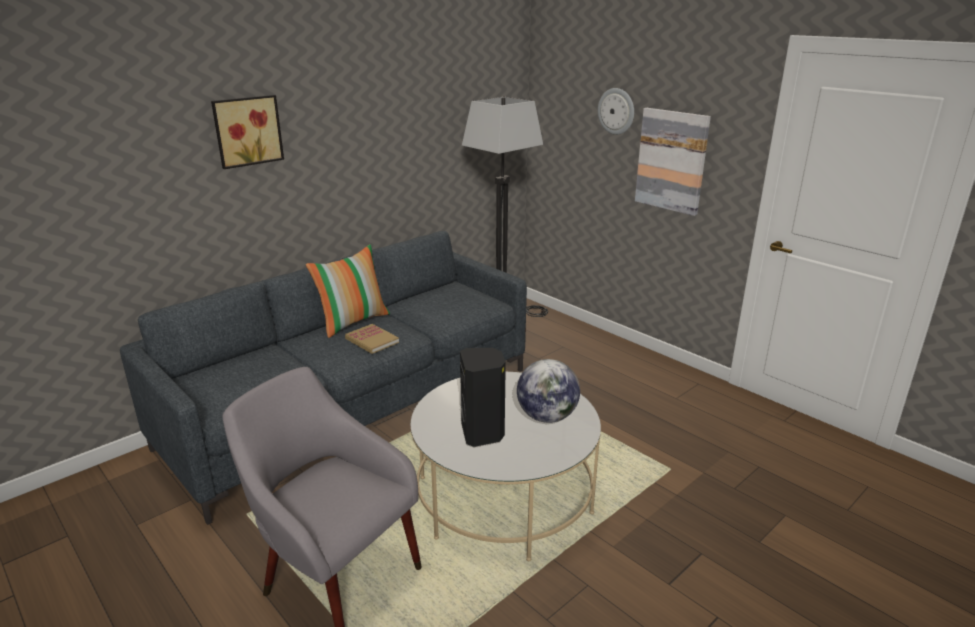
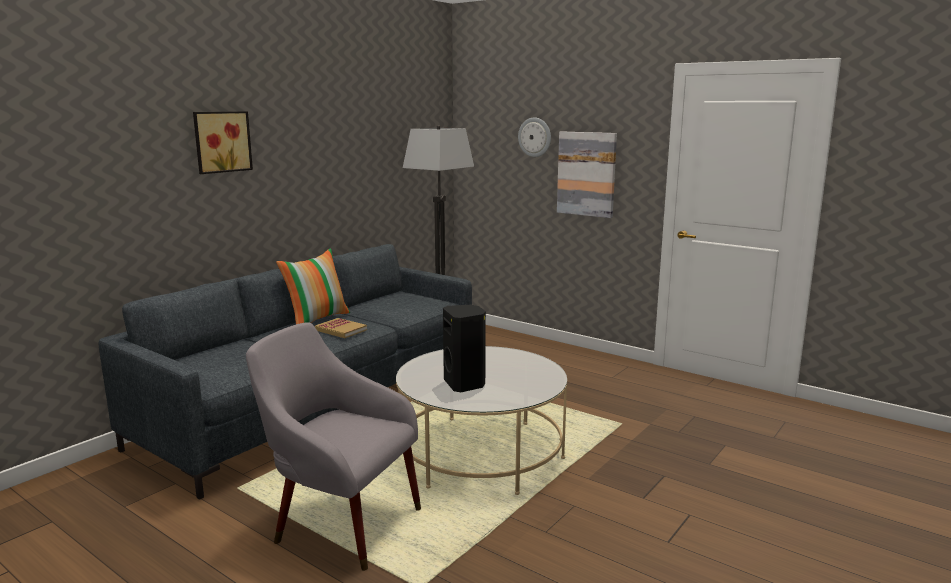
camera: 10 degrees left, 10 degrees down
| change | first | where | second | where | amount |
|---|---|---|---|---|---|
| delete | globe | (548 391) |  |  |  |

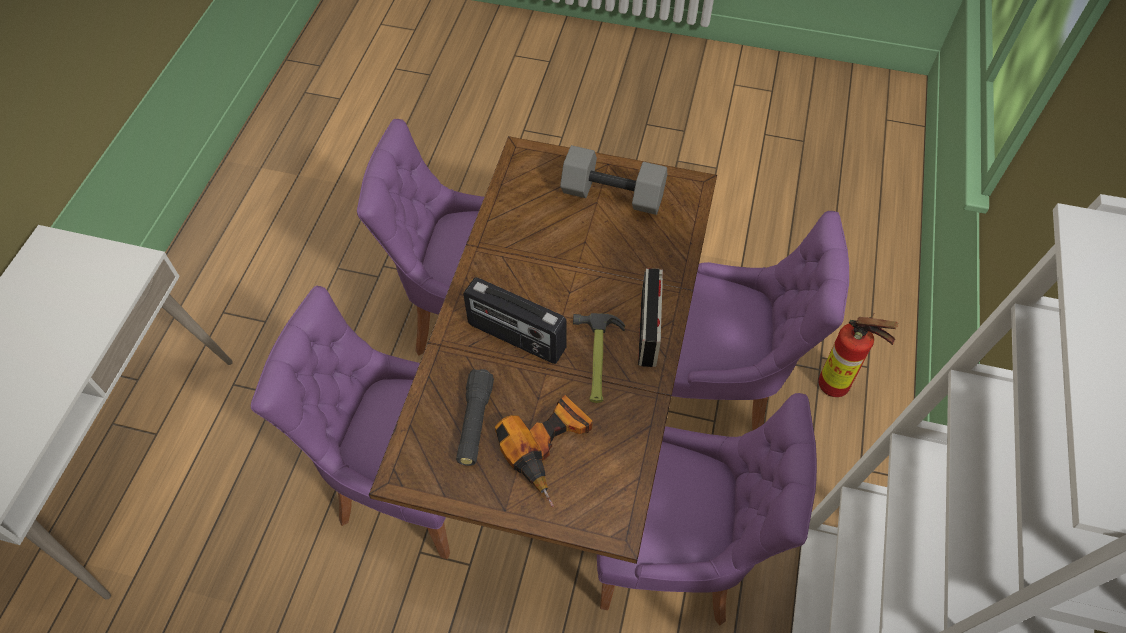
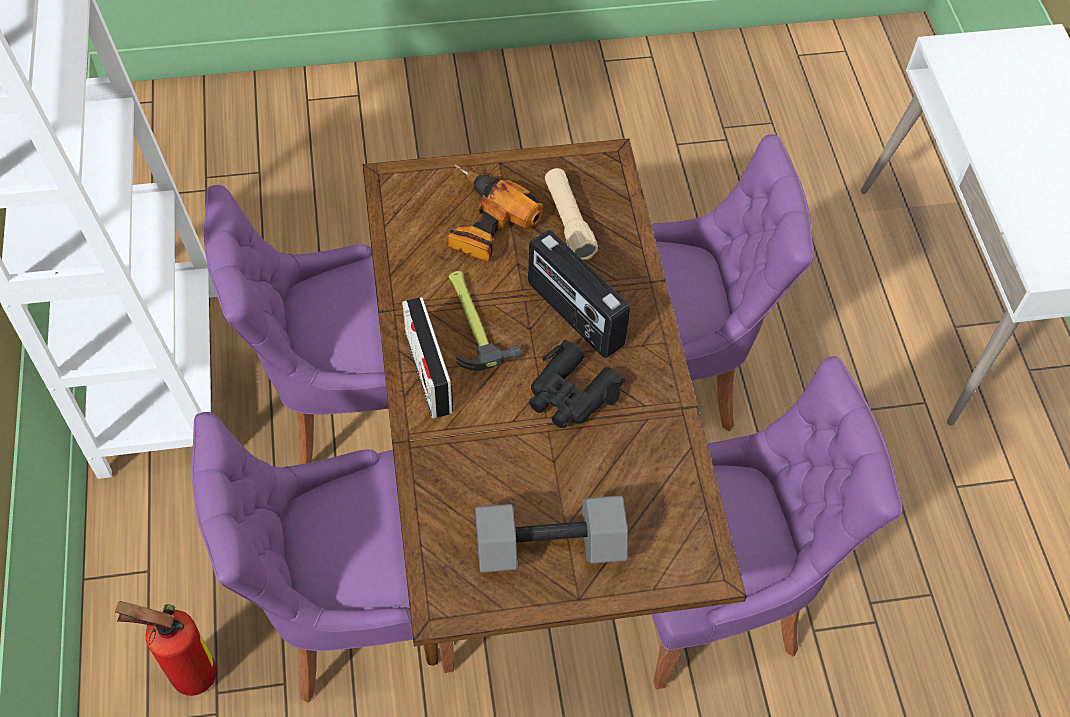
camera: 155 degrees right, 0 degrees up
| change | first | where | second | where | amount |
|---|---|---|---|---|---|
| recolor | black flashlight | (475 417) | beige flashlight | (571 214) |  |
| rotate | radio | (515 320) |  | (579 294) | 135 degrees counterclockwise |
| insert |  |  | black binoculars | (577 383) |  |

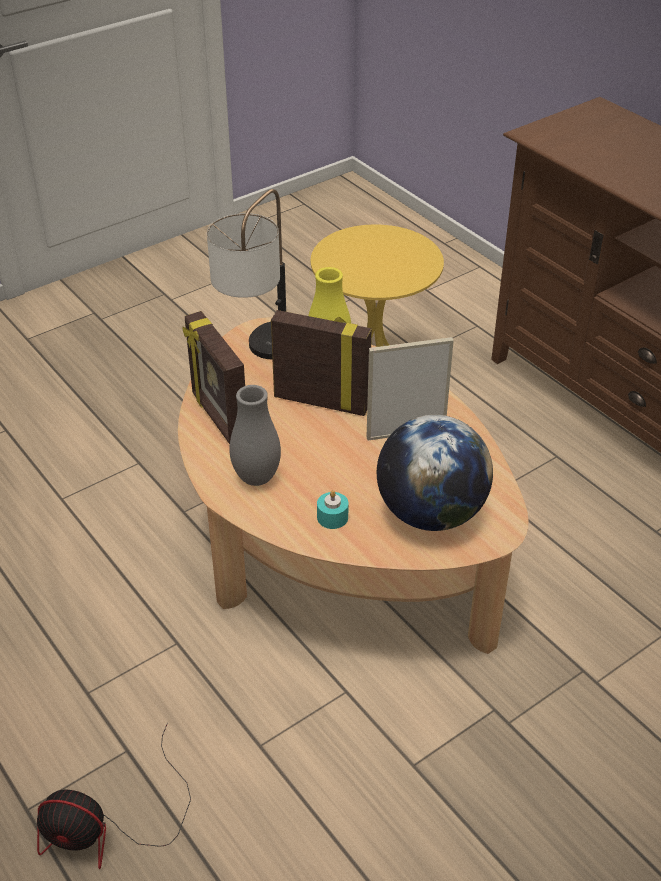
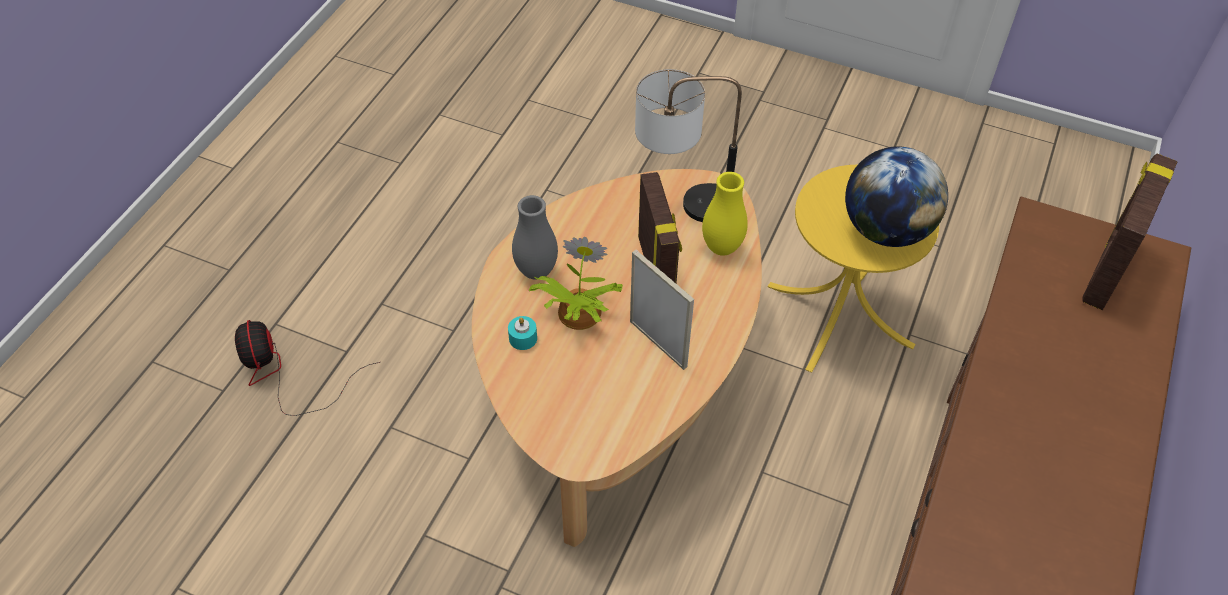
camera: 60 degrees right, 10 degrees up
| change | first | where | second | where | amount |
|---|---|---|---|---|---|
| move | picture frame | (213 377) |  | (1130 232) |  |
| move | globe | (435 473) |  | (896 196) |  |
| insert |  |  | potted plant | (575 283) |  |

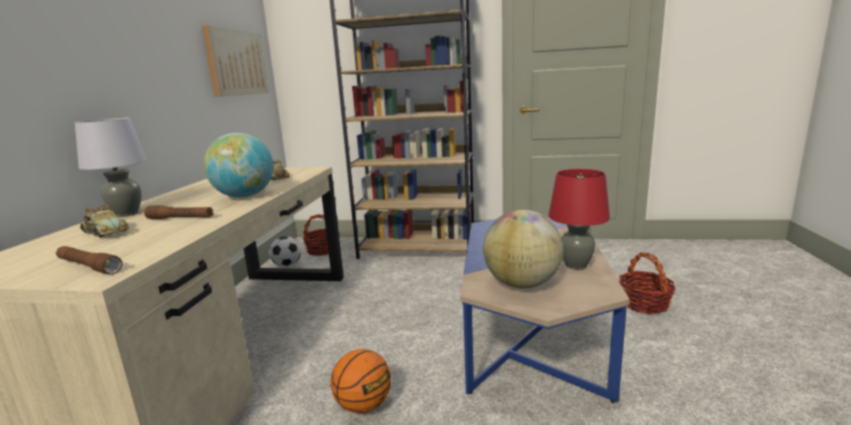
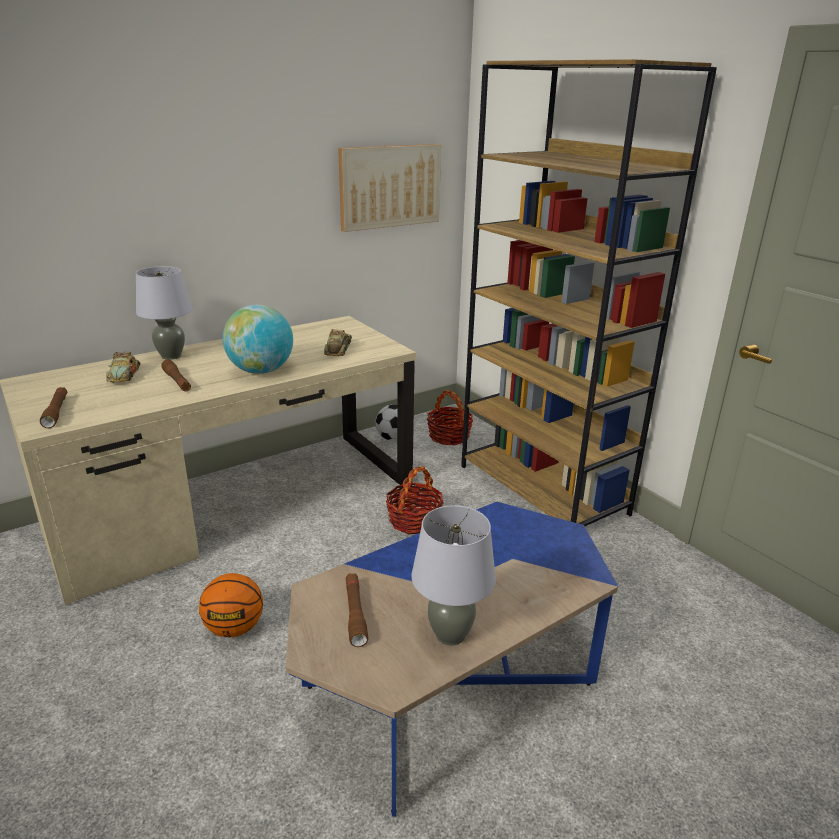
camera: 45 degrees right, 10 degrees up
| change | first | where | second | where | amount |
|---|---|---|---|---|---|
| replace | globe | (523 249) | brown flashlight | (356 610) |  |
| recolor | red table lamp | (579 219) | grey table lamp | (454 575) |  |
| move | basket | (647 283) |  | (415 500) |  |

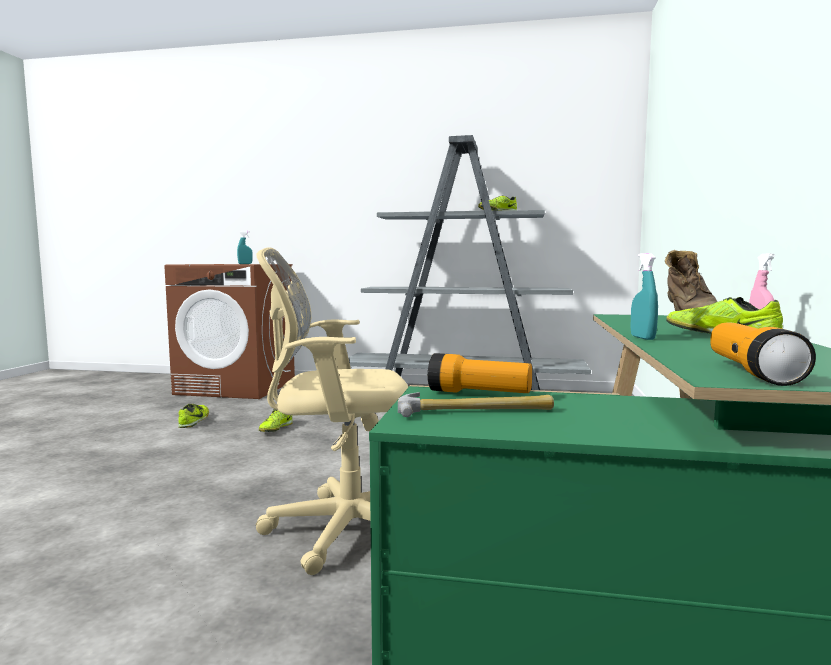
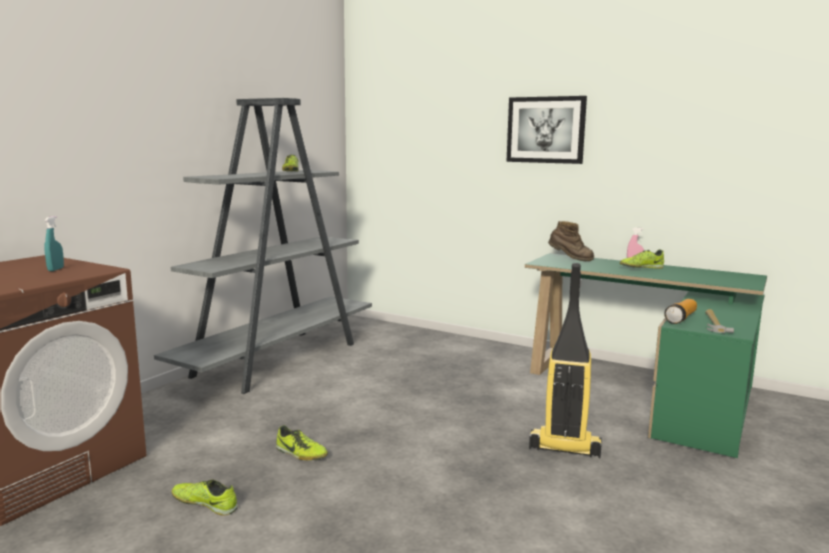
camera: 70 degrees left, 5 degrees up
| change | first | where | second | where | amount |
|---|---|---|---|---|---|
| replace | beige office chair | (331 411) | vacuum cleaner | (565 361) |  |
| delete | turquoise spray bottle | (644 296) |  |  |  |
| delete | flashlight | (763 354) |  |  |  |
| insert |  |  | picture | (547 130) |  |

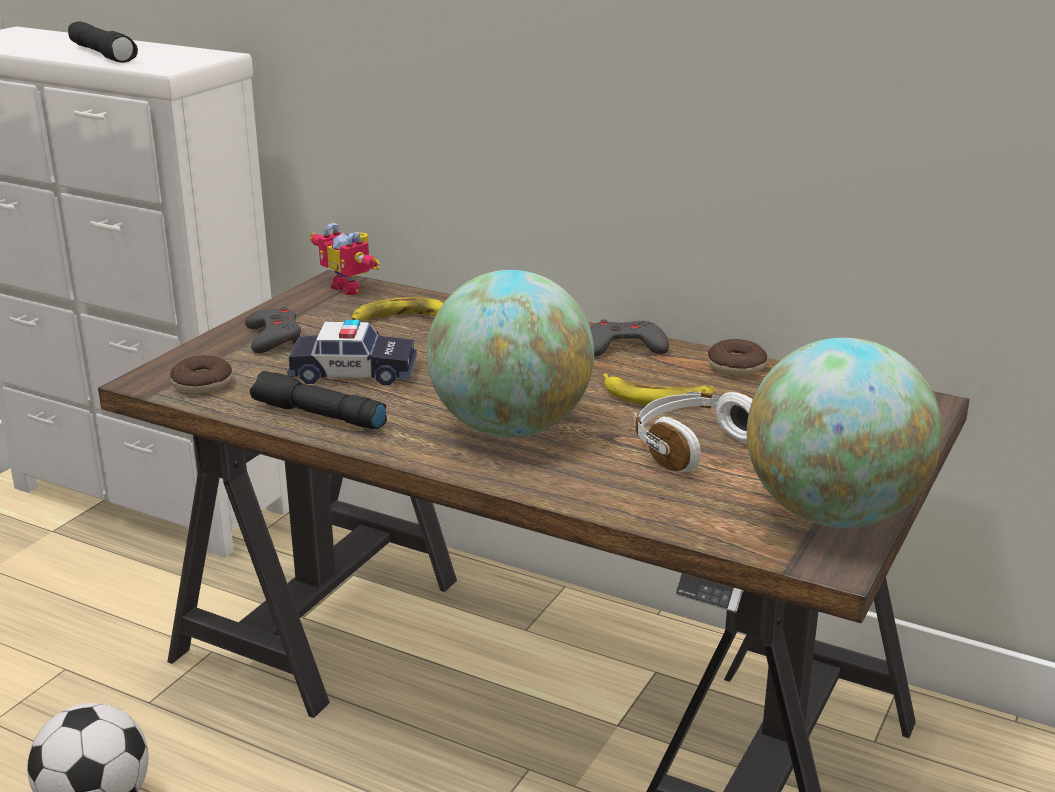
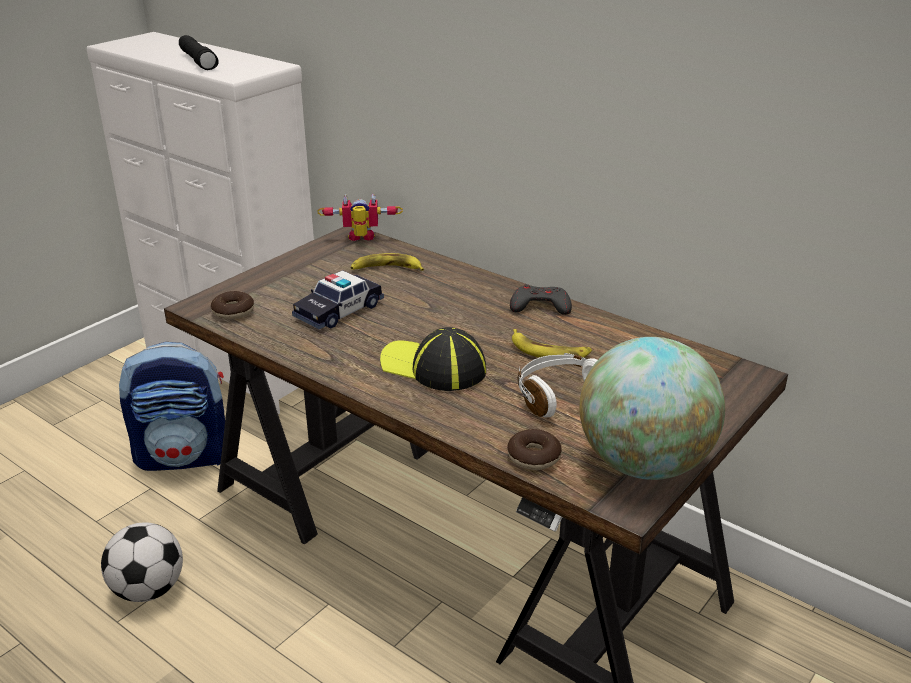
camera: 10 degrees right, 5 degrees up
| change | first | where | second | where | amount |
|---|---|---|---|---|---|
| delete | grey game controller | (273 330) |  |  |  |
| delete | black flashlight | (318 400) |  |  |  |
| rotate | toy car | (352 352) |  | (338 299) | 120 degrees clockwise |
| rotate | toy robot | (344 259) |  | (360 217) | 120 degrees clockwise |
| replace | globe | (510 353) | cap | (433 359) |  |
| move | donut | (737 357) |  | (534 449) |  |
| insert |  |  | backpack | (172 406) |  |

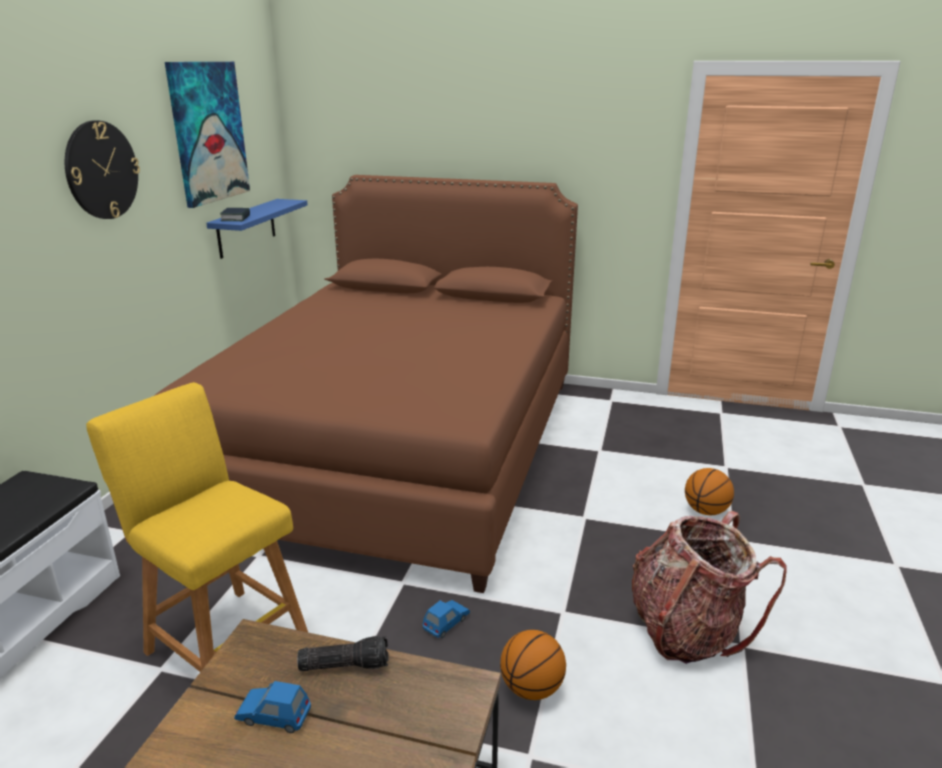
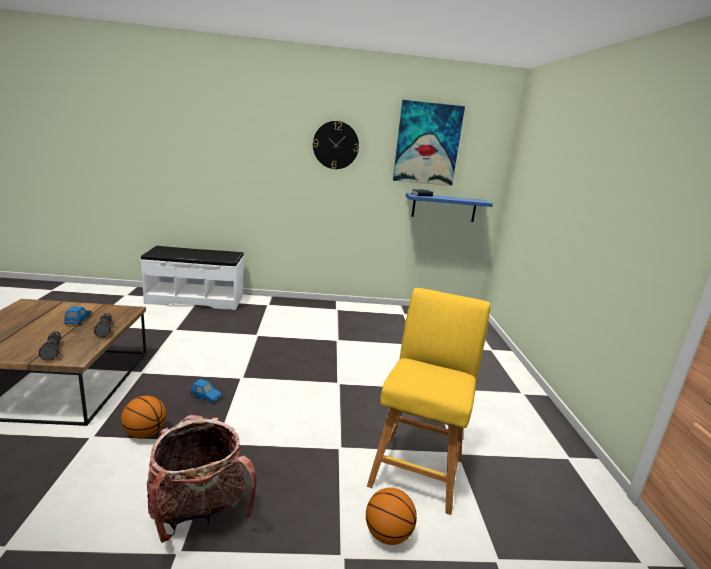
camera: 70 degrees right, 5 degrees down
| change | first | where | second | where | amount |
|---|---|---|---|---|---|
| move | yellow stool | (197 527) |  | (429 401) |  |
| delete | brown bed | (366 384) |  |  |  |
| insert |  |  | flashlight | (50 345) |  |

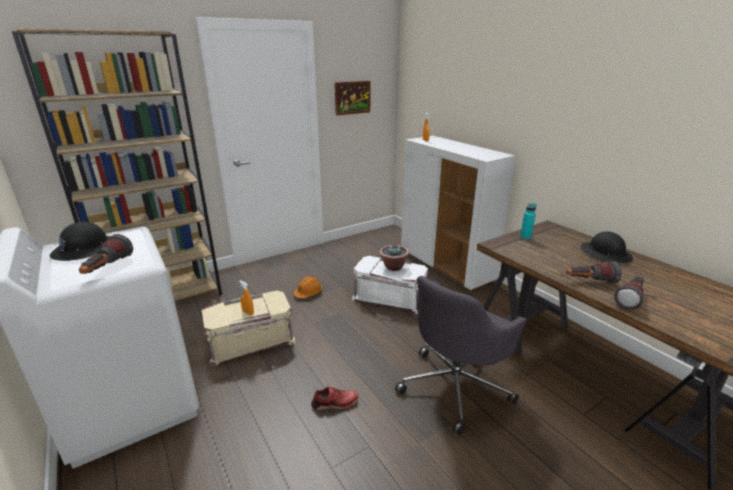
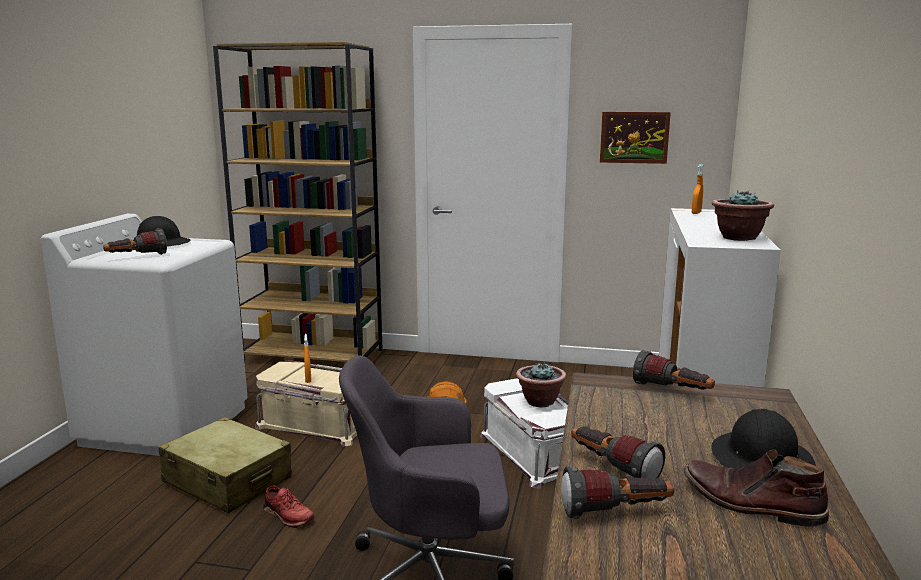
camera: 45 degrees right, 10 degrees down
| change | first | where | second | where | amount |
|---|---|---|---|---|---|
| replace | turquoise bottle | (528 221) | flashlight | (674 370) |  |
| insert |  |  | beige suitcase | (225 465) |  |
| insert |  |  | brown boot | (756 488) |  |
| insert |  |  | potted plant | (743 215) |  |

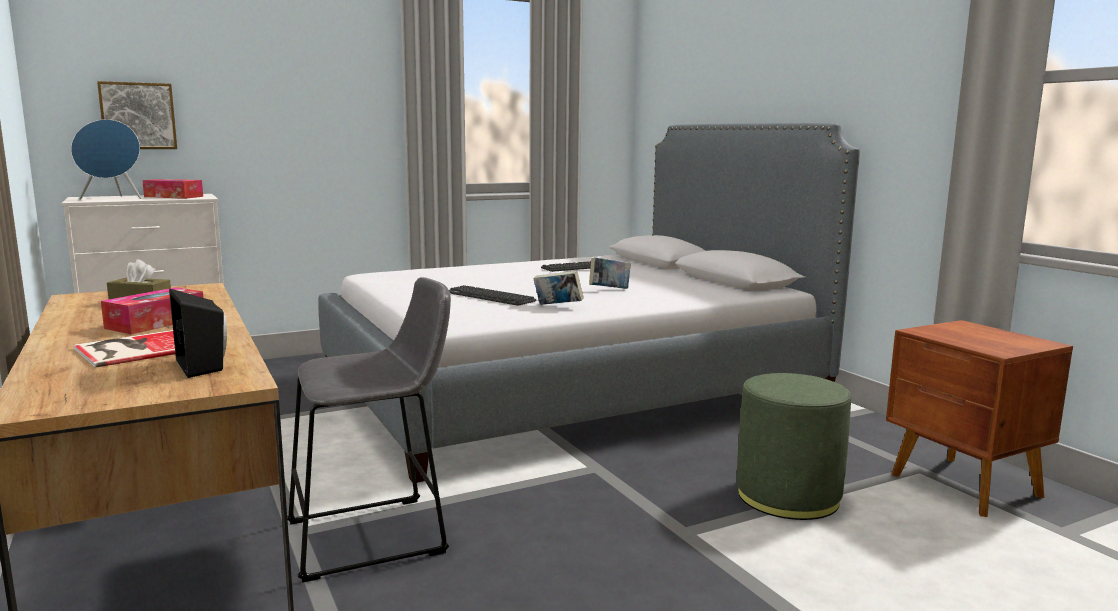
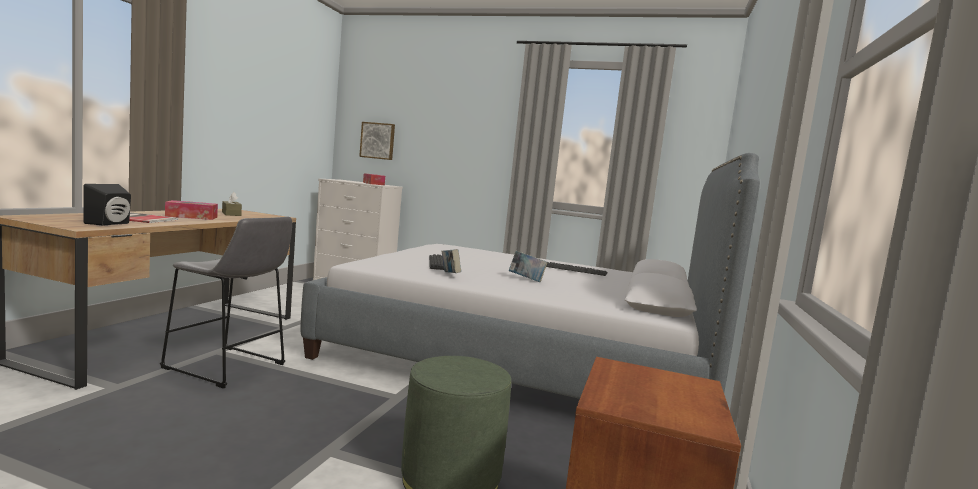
camera: 45 degrees right, 5 degrees down
| change | first | where | second | where | amount |
|---|---|---|---|---|---|
| delete | blue speaker | (106 159) |  |  |  |

